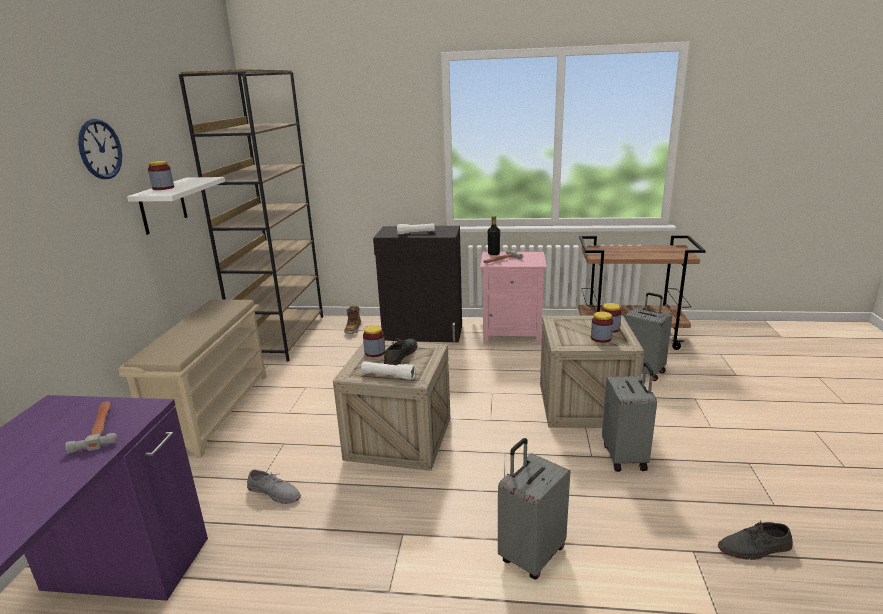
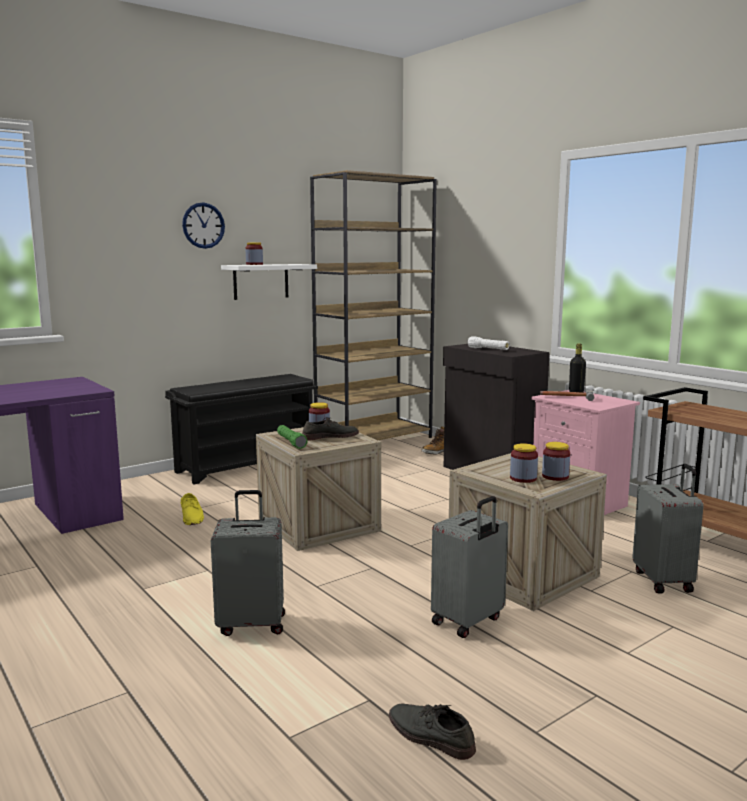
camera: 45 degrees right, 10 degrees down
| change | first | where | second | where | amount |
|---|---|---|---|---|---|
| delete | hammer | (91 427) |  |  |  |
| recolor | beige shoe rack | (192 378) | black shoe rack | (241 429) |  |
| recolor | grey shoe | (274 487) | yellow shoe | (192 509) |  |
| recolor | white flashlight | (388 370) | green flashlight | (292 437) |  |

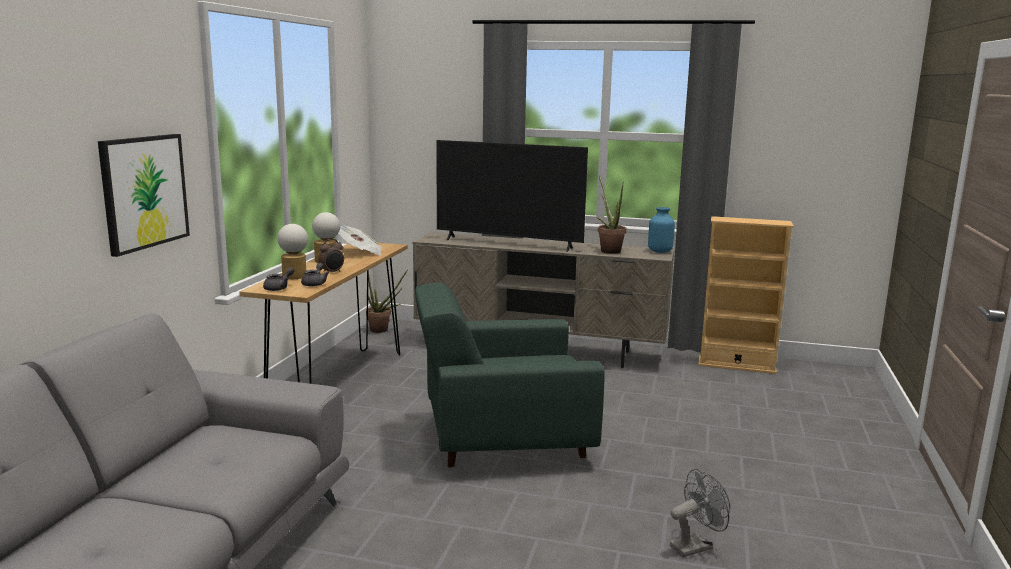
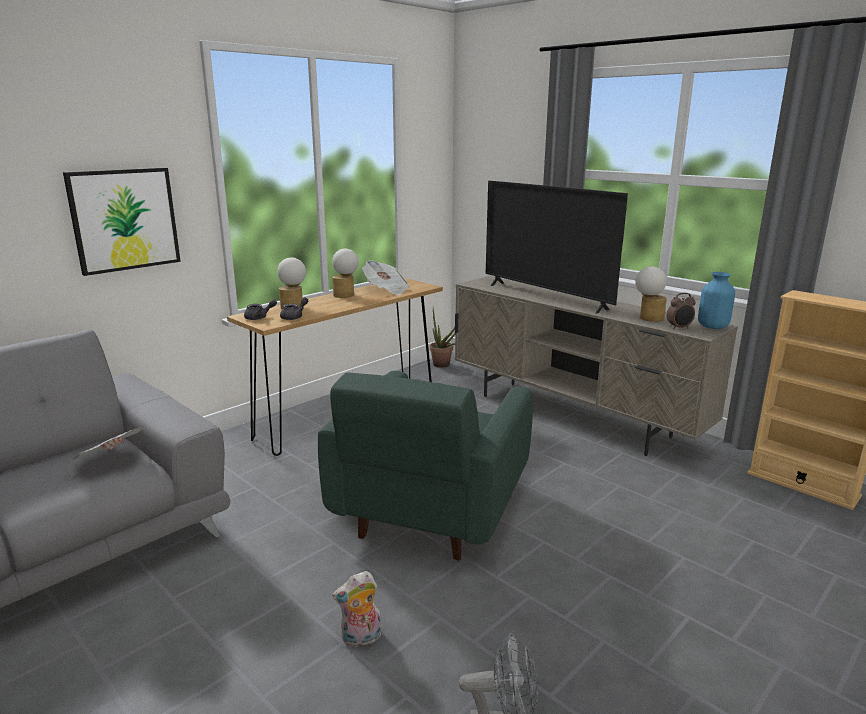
camera: 30 degrees right, 5 degrees up
| change | first | where | second | where | amount |
|---|---|---|---|---|---|
| move | alarm clock | (331 255) |  | (681 311) |  |
| rotate | green armchair | (510 375) |  | (425 465) | 90 degrees counterclockwise |
| replace | potted plant | (611 214) | table lamp | (651 294) |  |
| insert |  |  | newspaper | (109 443) |  |
| insert |  |  | plush toy | (356 609) |  |

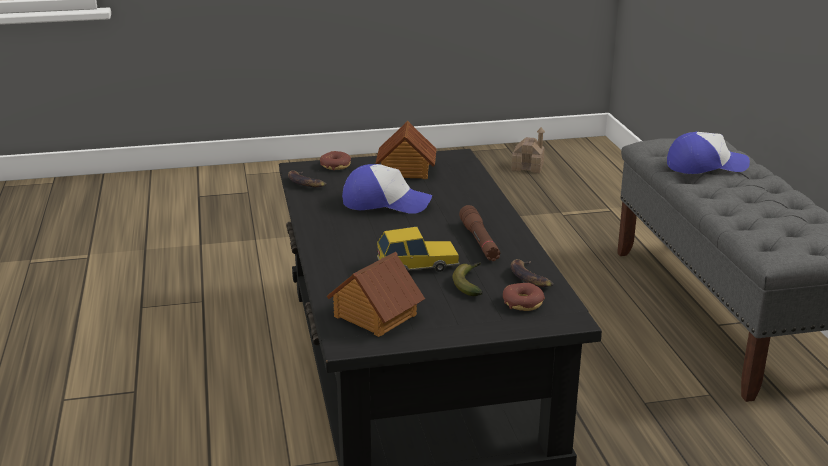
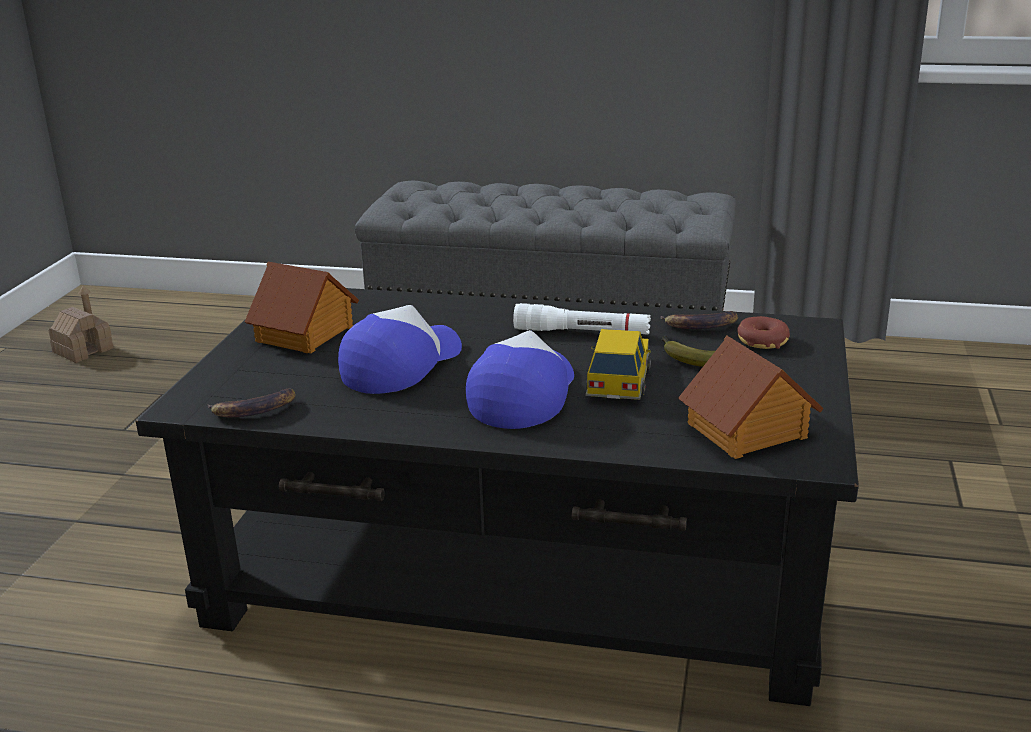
camera: 65 degrees left, 0 degrees up
| change | first | where | second | where | amount |
|---|---|---|---|---|---|
| delete | donut | (335 160) |  |  |  |
| recolor | brown flashlight | (480 233) | white flashlight | (582 319) |  |
| move | cap | (708 153) |  | (520 379) |  |

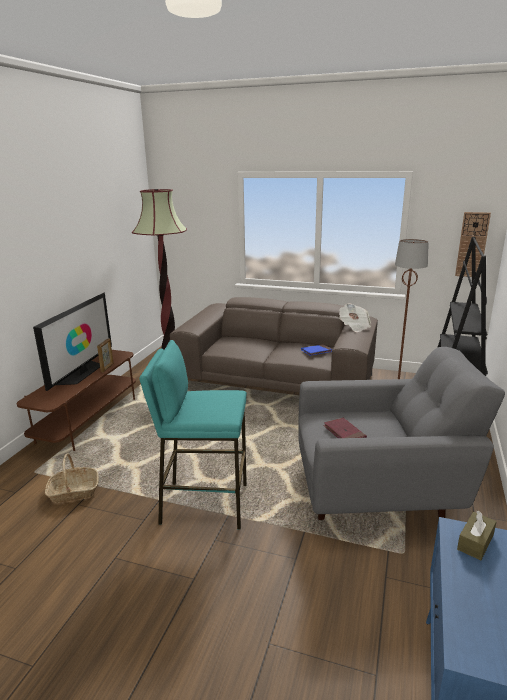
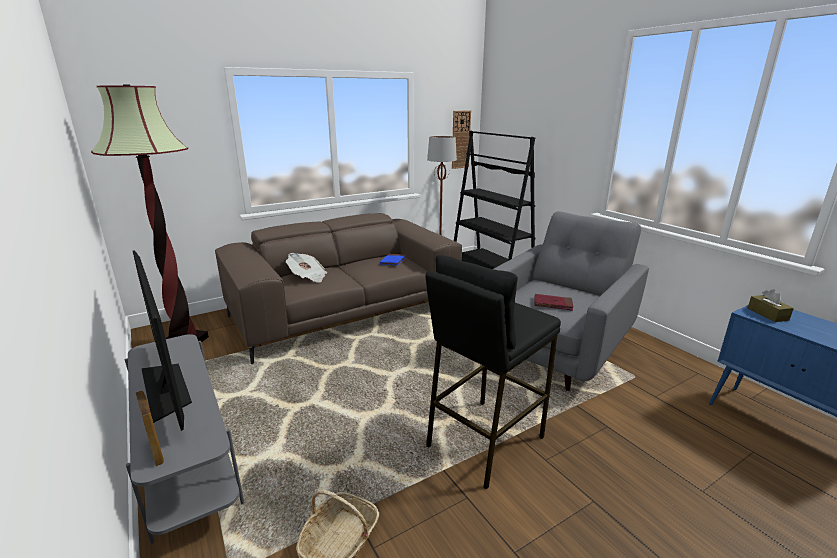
camera: 50 degrees left, 0 degrees up
| change | first | where | second | where | amount |
|---|---|---|---|---|---|
| recolor | brown tv stand | (76 400) | grey tv stand | (184 439) |  |
| move | picture frame | (105 355) |  | (150 428) |  |
| recolor | turquoise stool | (193 435) | black stool | (493 372) |  |
| move | newspaper | (355 318) |  | (306 268) |  |

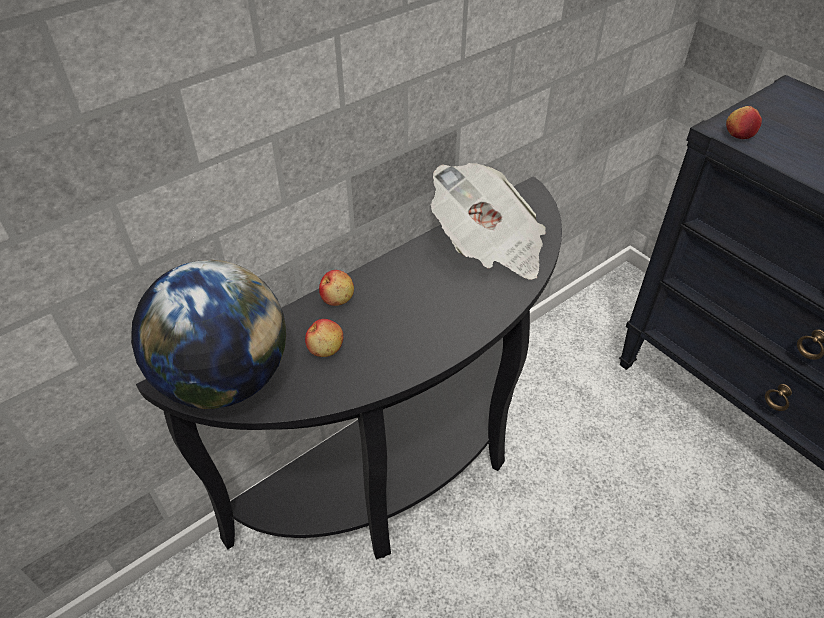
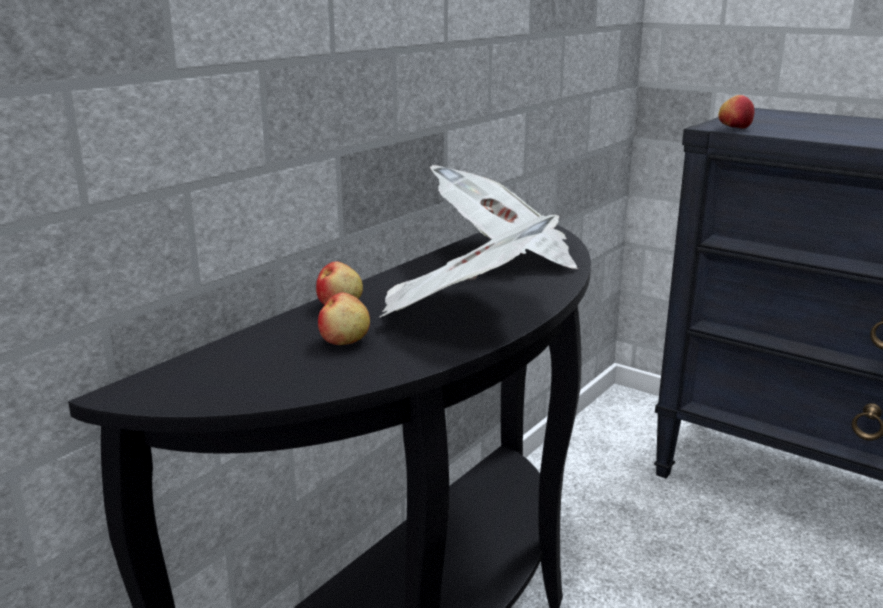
camera: 15 degrees left, 25 degrees down
| change | first | where | second | where | amount |
|---|---|---|---|---|---|
| delete | globe | (208 334) |  |  |  |
| insert |  |  | newspaper | (469 266) |  |

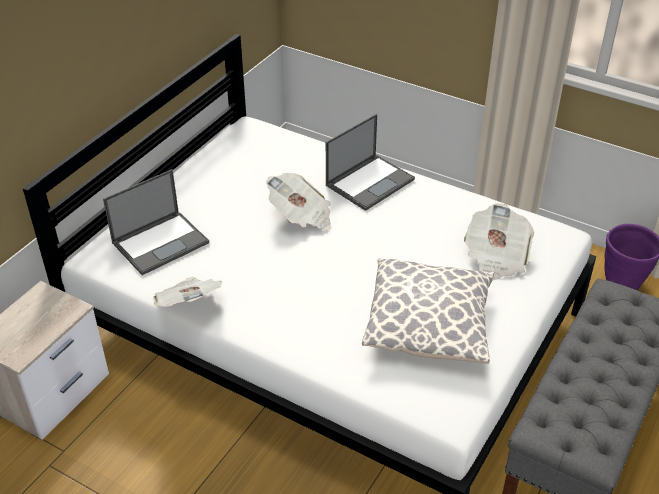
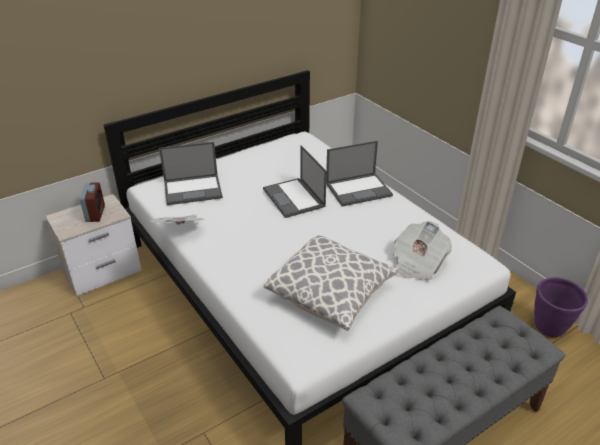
camera: 25 degrees right, 5 degrees down
| change | first | where | second | where | amount |
|---|---|---|---|---|---|
| replace | newspaper | (298 201) | laptop | (295 181) |  |
| insert |  |  | alarm clock | (92 202) |  |

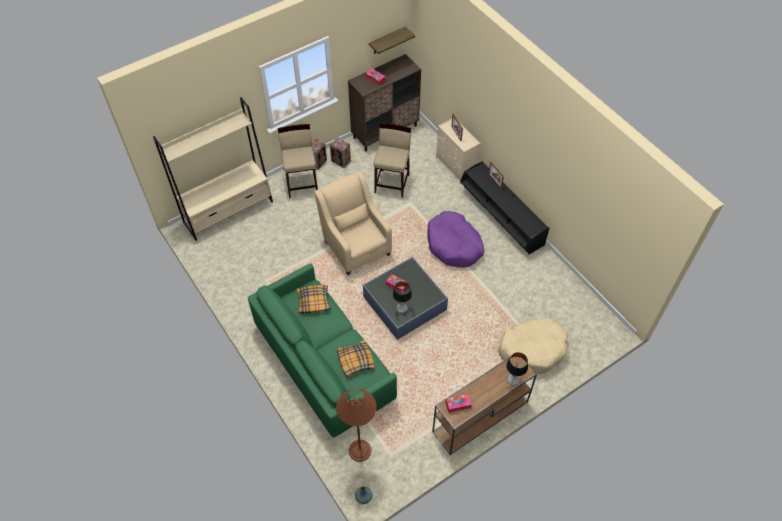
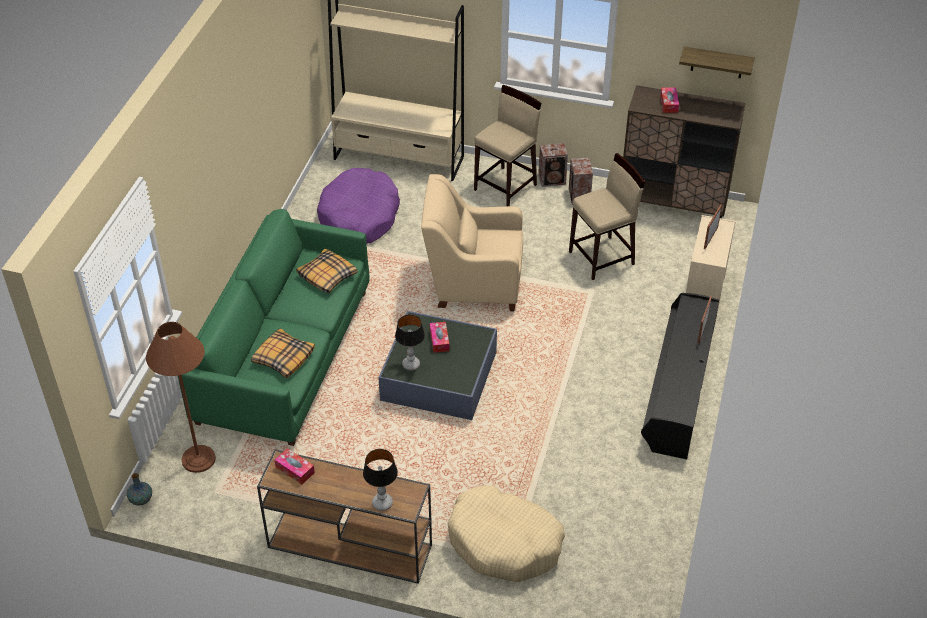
camera: 50 degrees right, 10 degrees down
| change | first | where | second | where | amount |
|---|---|---|---|---|---|
| rotate | beige armchair | (353 223) |  | (472 243) | 105 degrees counterclockwise |
| move | purple dog bed | (455 239) |  | (358 205) |  |

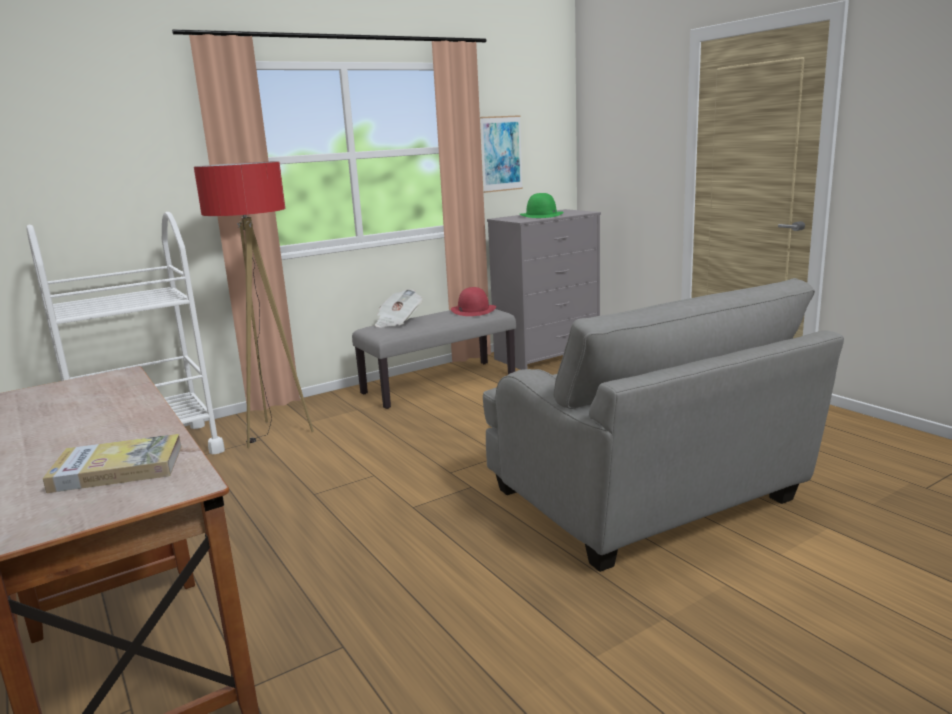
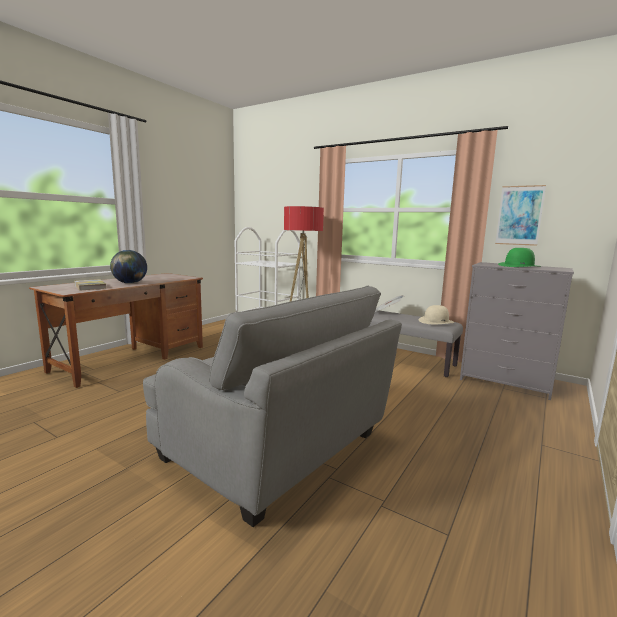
camera: 65 degrees right, 5 degrees down
| change | first | where | second | where | amount |
|---|---|---|---|---|---|
| recolor | red hat | (473 301) | beige hat | (436 314) |  |
| rotate | grey armchair | (663 425) |  | (272 406) | 90 degrees counterclockwise |
| insert |  |  | globe | (128 267) |  |

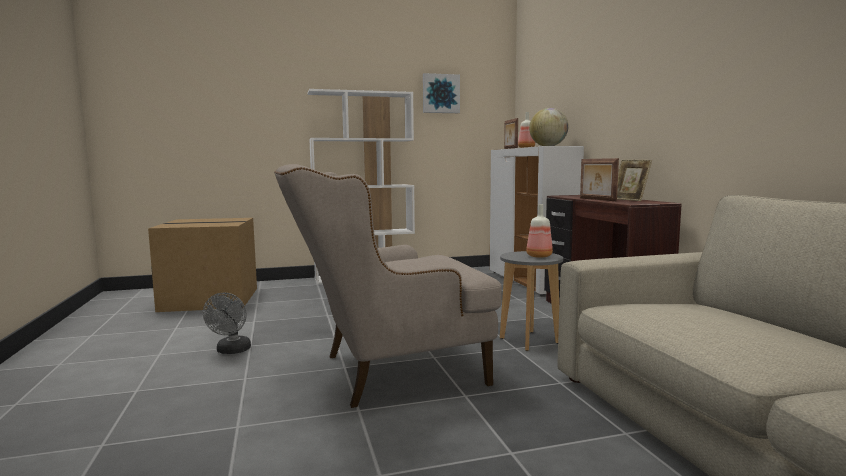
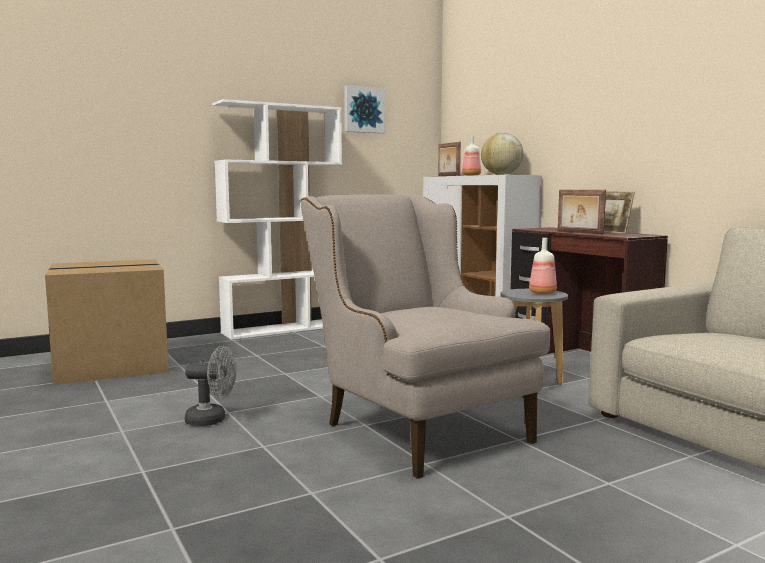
camera: 15 degrees left, 0 degrees up
| change | first | where | second | where | amount |
|---|---|---|---|---|---|
| rotate | grey fan | (227 323) |  | (211 386) | 75 degrees counterclockwise |
| rotate | beige armchair | (388 286) |  | (425 336) | 90 degrees clockwise |

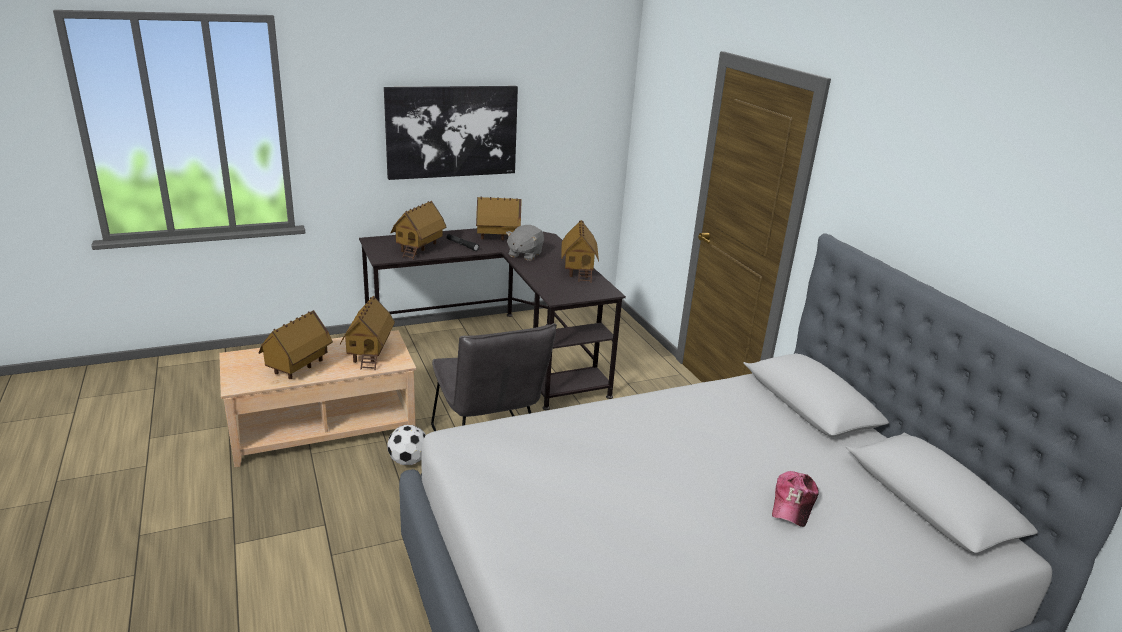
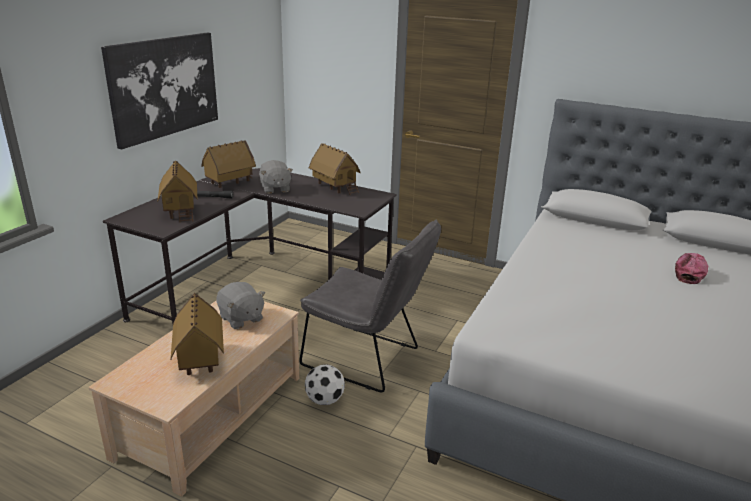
camera: 40 degrees left, 0 degrees up
| change | first | where | second | where | amount |
|---|---|---|---|---|---|
| replace | toy house | (367 333) | grey plush toy | (241 305) |  |
| rotate | cap | (795 499) |  | (691 268) | 135 degrees counterclockwise |

